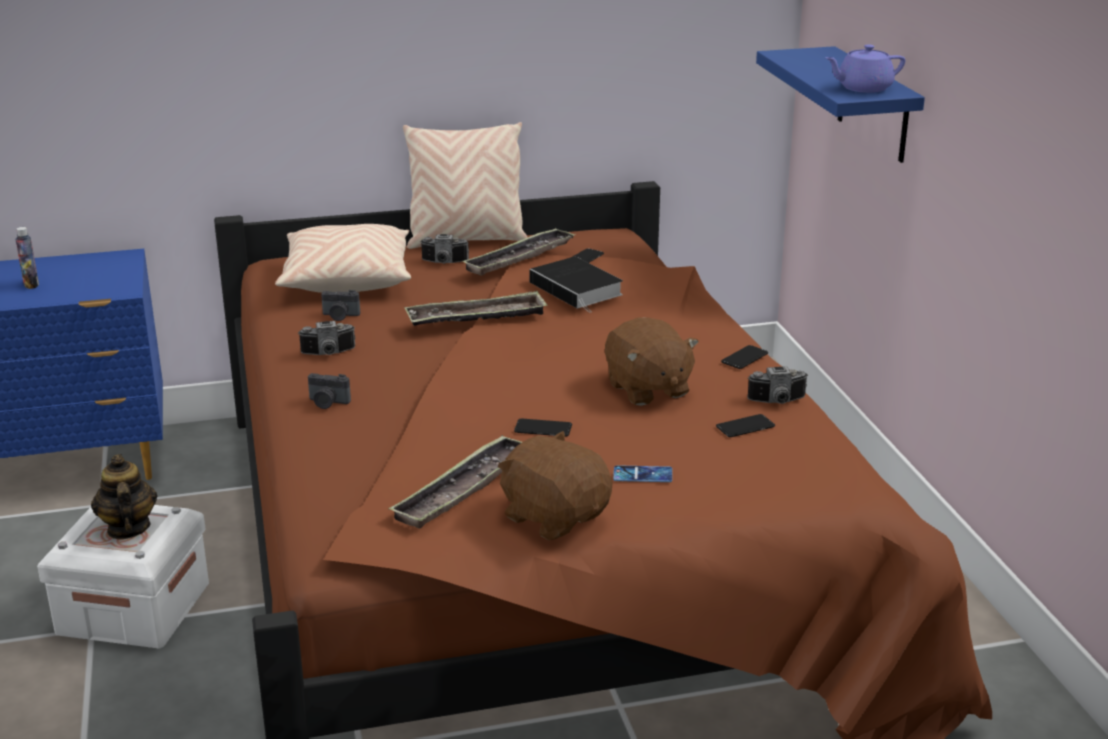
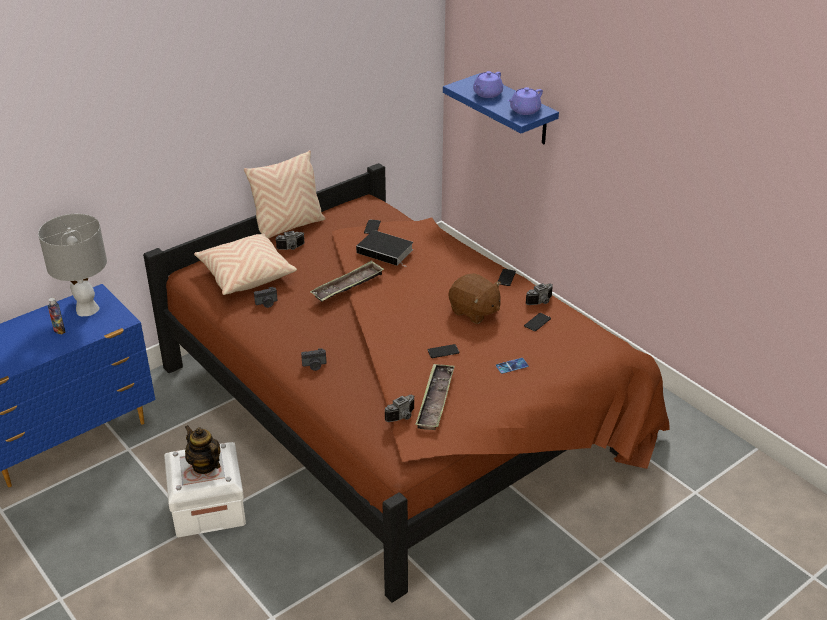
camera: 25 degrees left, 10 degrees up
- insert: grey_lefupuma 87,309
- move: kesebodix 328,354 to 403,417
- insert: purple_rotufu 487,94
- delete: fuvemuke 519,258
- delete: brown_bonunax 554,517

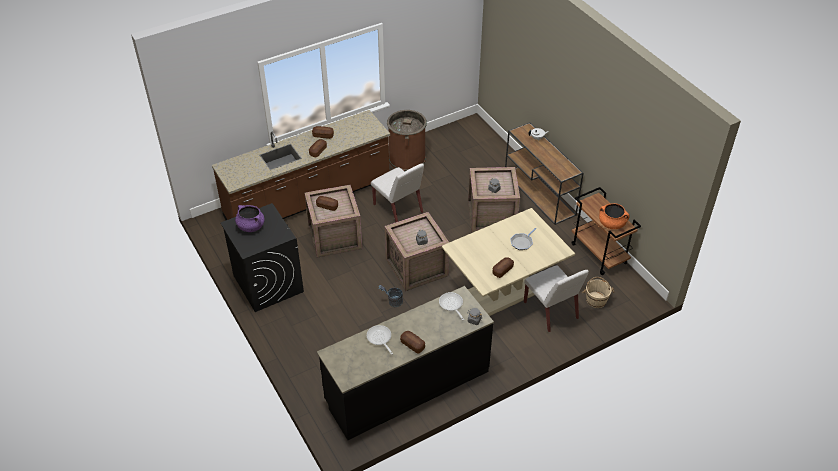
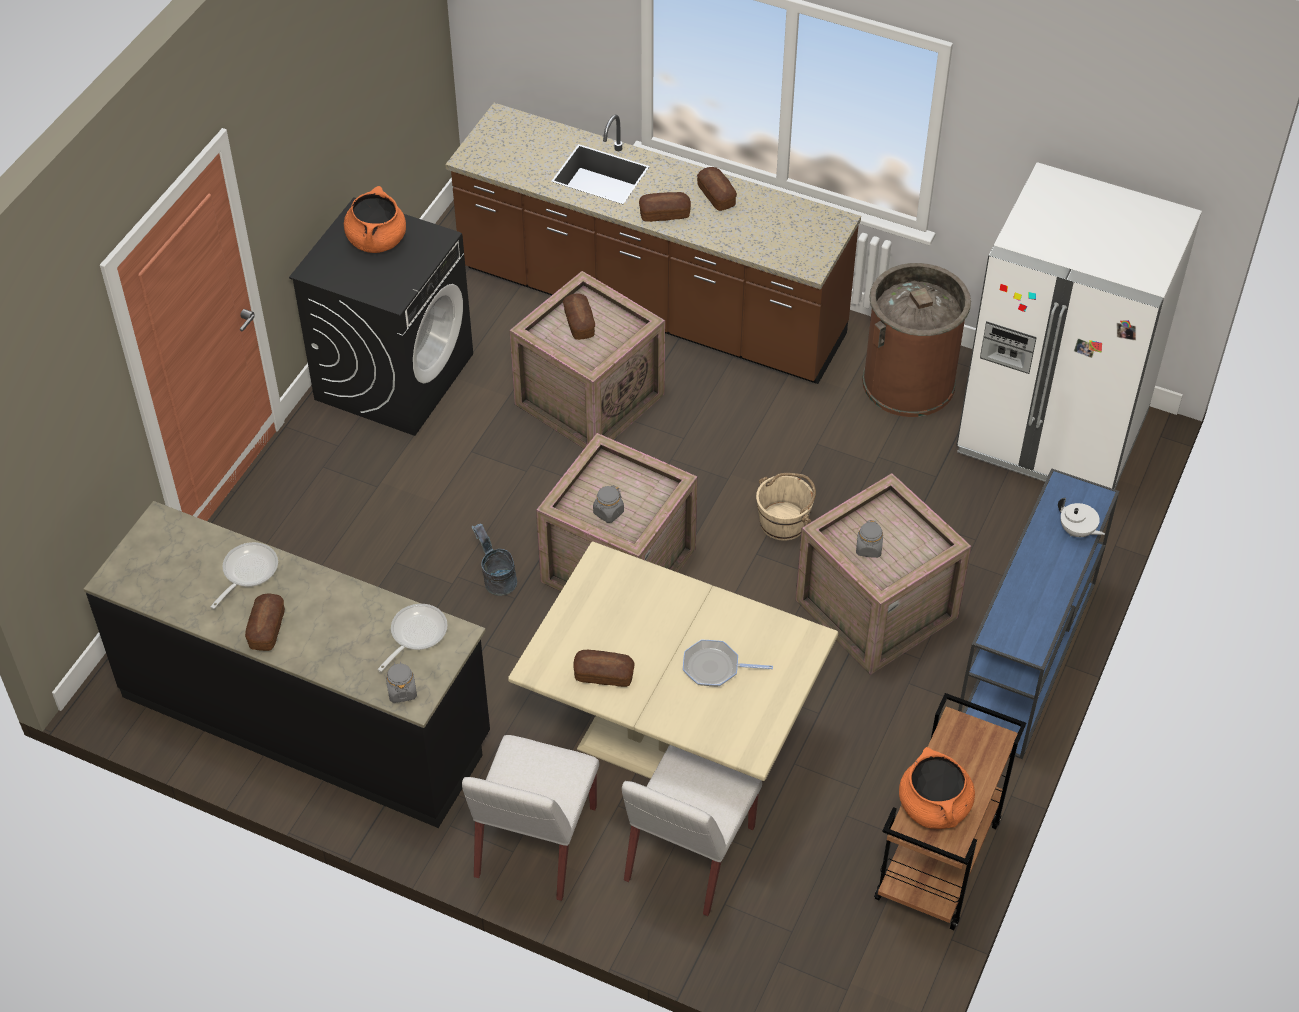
camera: 55 degrees right, 5 degrees up
- recolor: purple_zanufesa 250,226 to orange_zanufesa 377,240
- move: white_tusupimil 398,209 to 535,843
- move: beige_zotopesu 596,300 to 784,522
- insert: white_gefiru 1052,434
- recolor: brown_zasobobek 540,194 to blue_zasobobek 1026,658

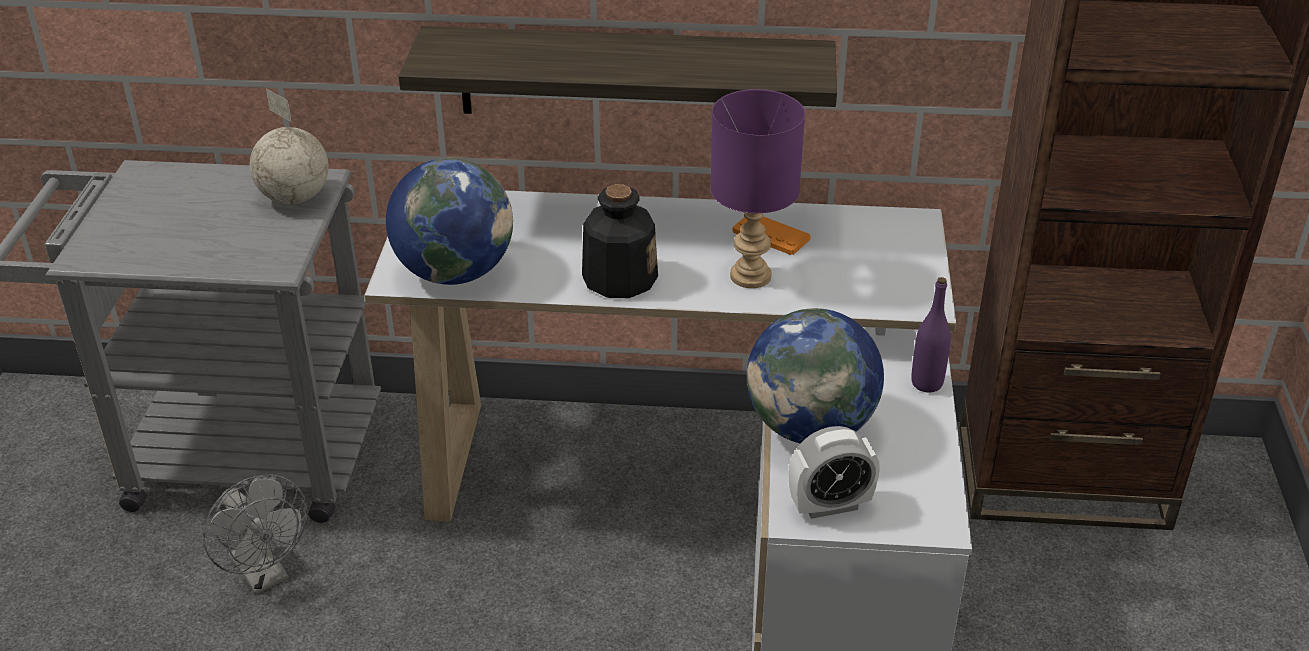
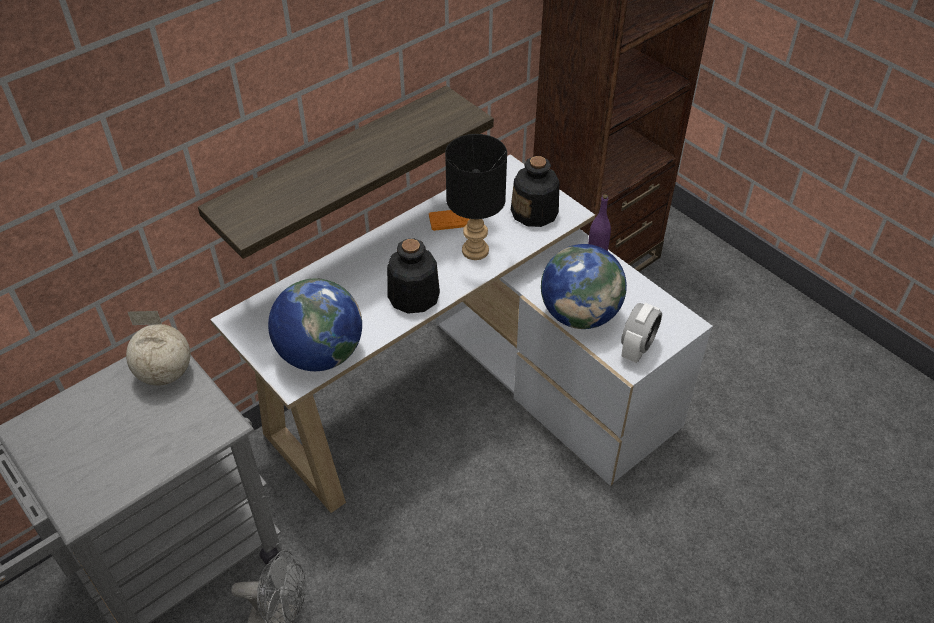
camera: 45 degrees left, 10 degrees up
- recolor: purple_lefupuma 751,277 to black_lefupuma 476,251
- insert: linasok 535,212

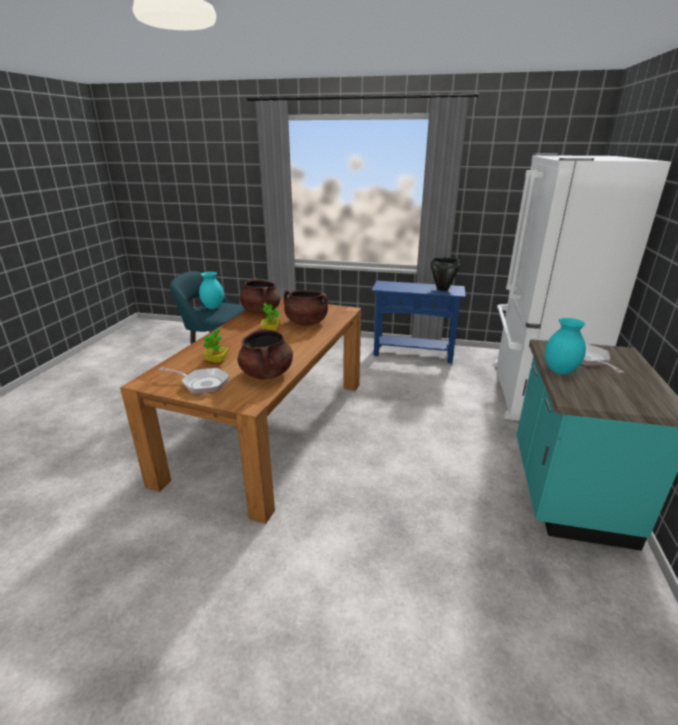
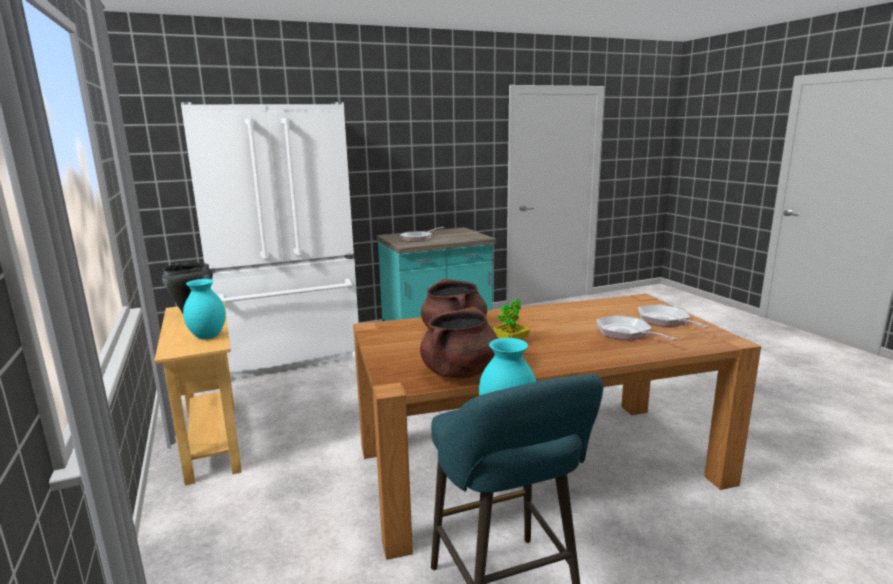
camera: 125 degrees left, 10 degrees down
- recolor: blue_zasobobek 413,353 to beige_zasobobek 212,441
- move: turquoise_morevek 560,371 to 207,337
- replace: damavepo 217,360 to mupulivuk 626,333
- delete: brown_zanufesa 267,374

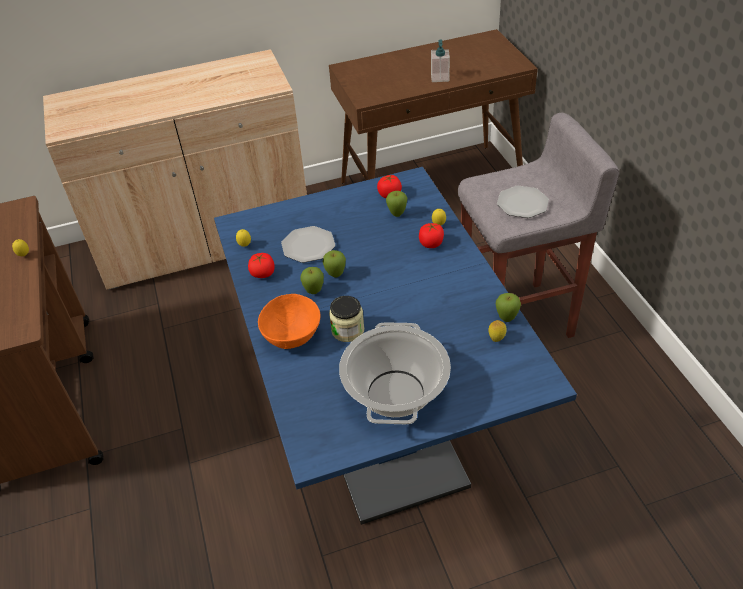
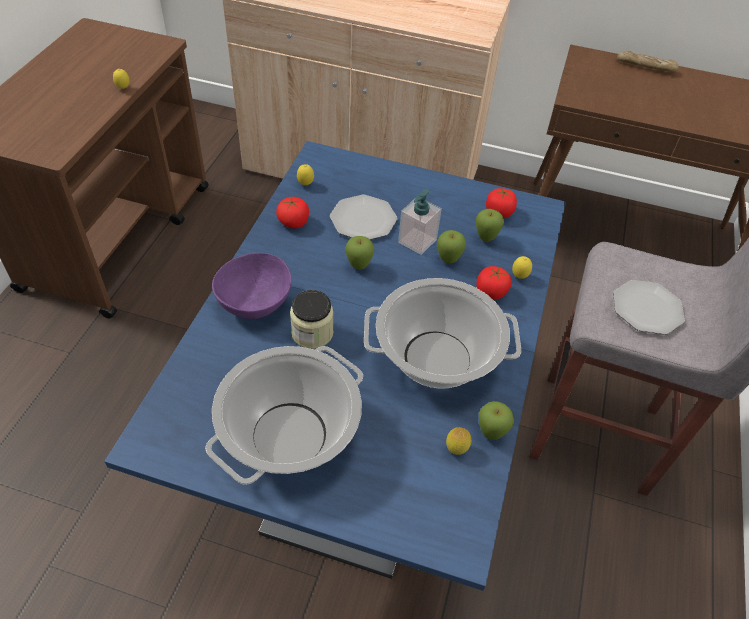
camera: 30 degrees right, 5 degrees up
- recolor: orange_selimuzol 293,335 to purple_selimuzol 257,304
- insert: zanufesa 436,359
- move: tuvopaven 440,77 to 417,241
- move: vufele 314,292 to 448,260
- insert: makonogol 645,66

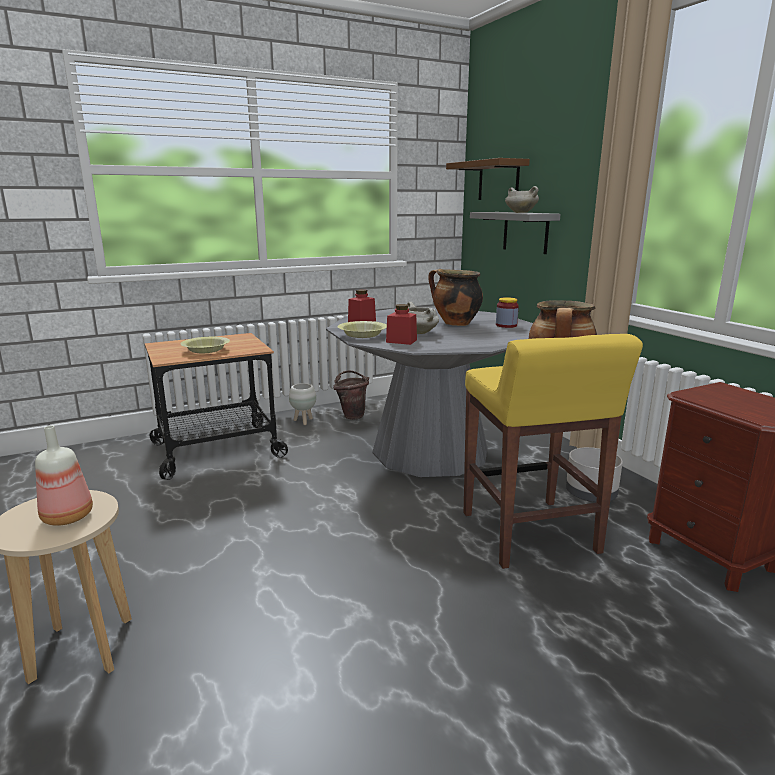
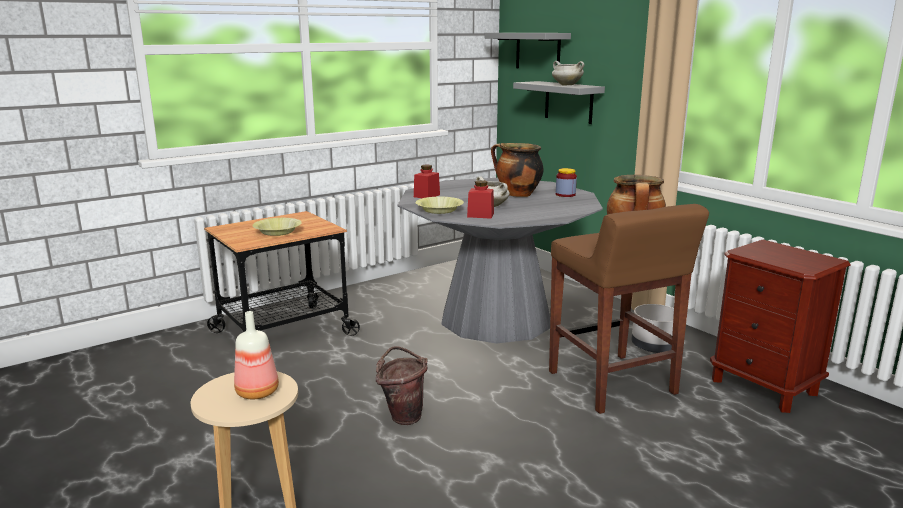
camera: 10 degrees left, 0 degrees up
- move: brown_zotopesu 352,415 to 403,415
- recolor: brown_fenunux 498,180 to grey_fenunux 538,51
- recolor: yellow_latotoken 529,534 to brown_latotoken 612,384
- delete: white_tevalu 303,421

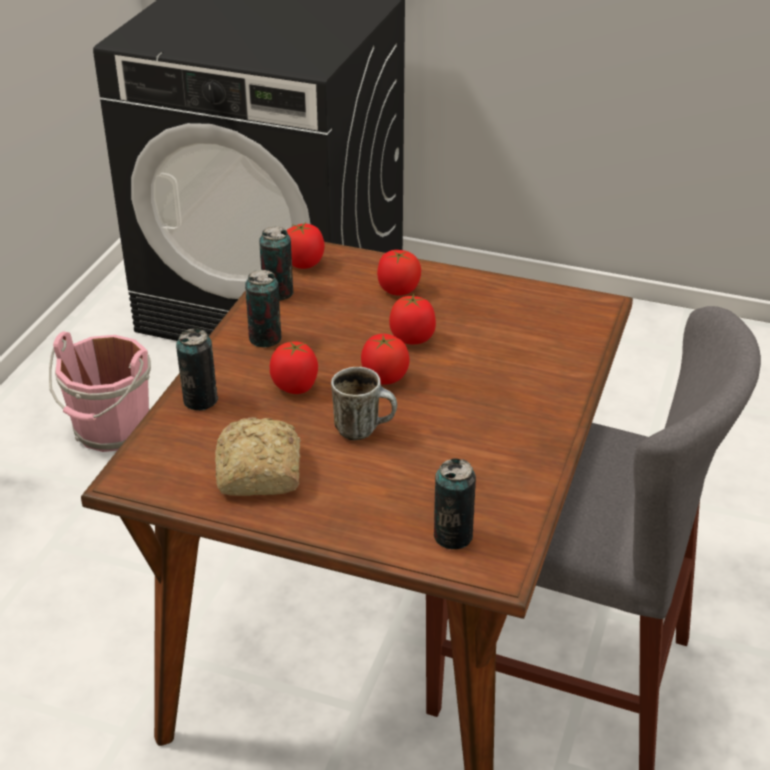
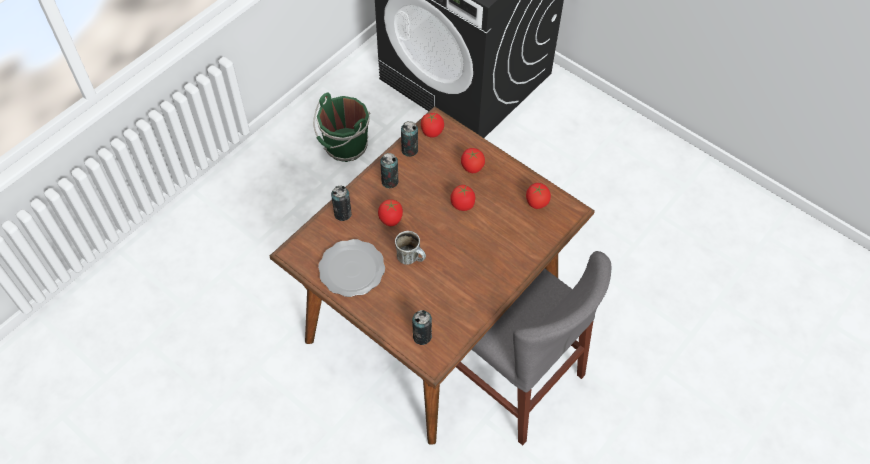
camera: 20 degrees right, 20 degrees up
- recolor: pink_zotopesu 111,431 to green_zotopesu 344,147
- replace: makonogol 258,474 to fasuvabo 351,270
- move: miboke 384,378 to 536,202

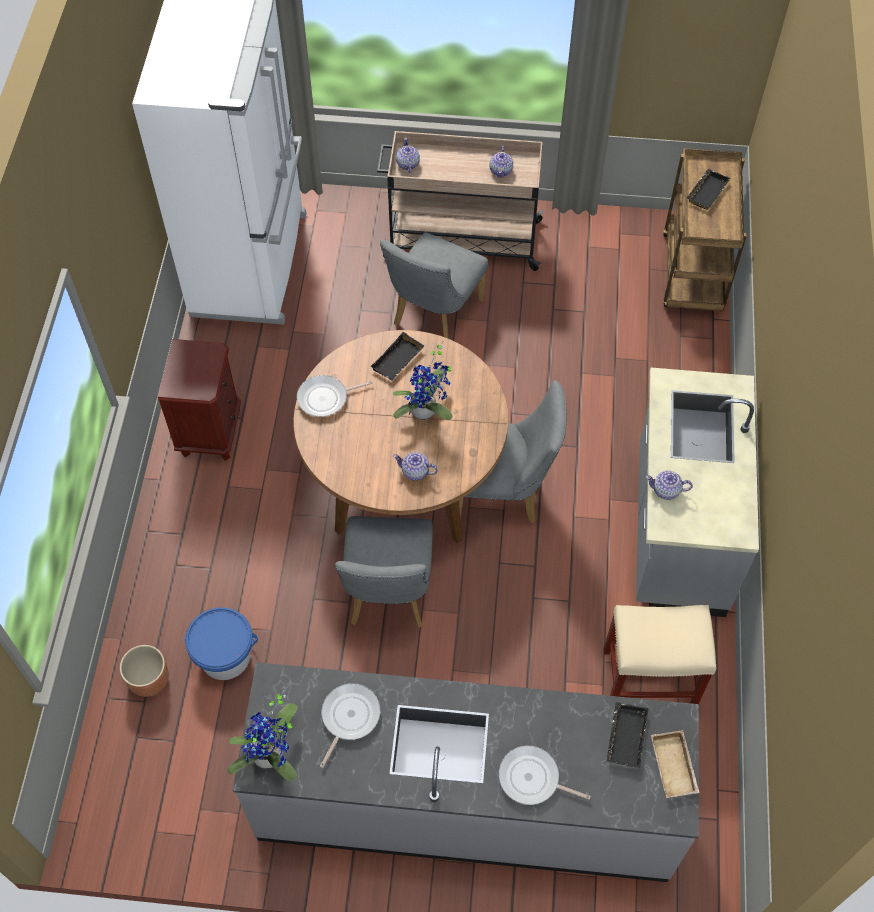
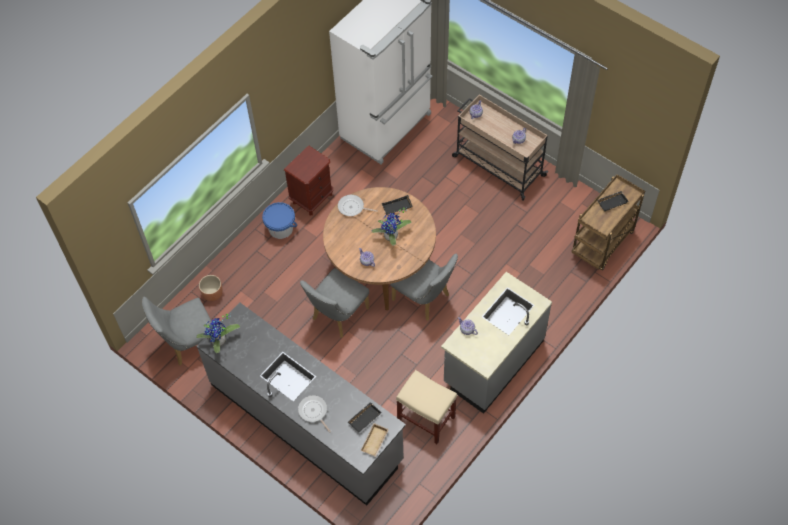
camera: 35 degrees right, 0 degrees up
- move: grey_tusupimil 434,316 to 188,343
- move: blue_zotopesu 225,656 to 281,228
- delete: mupulivuk 348,717

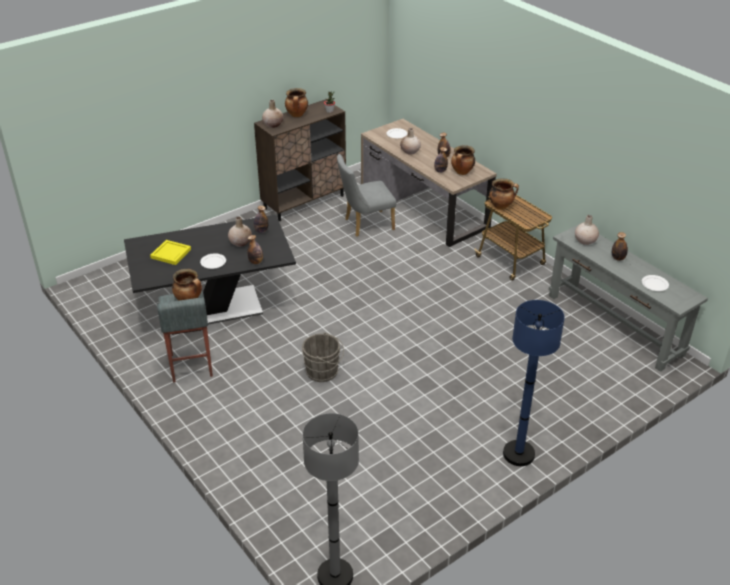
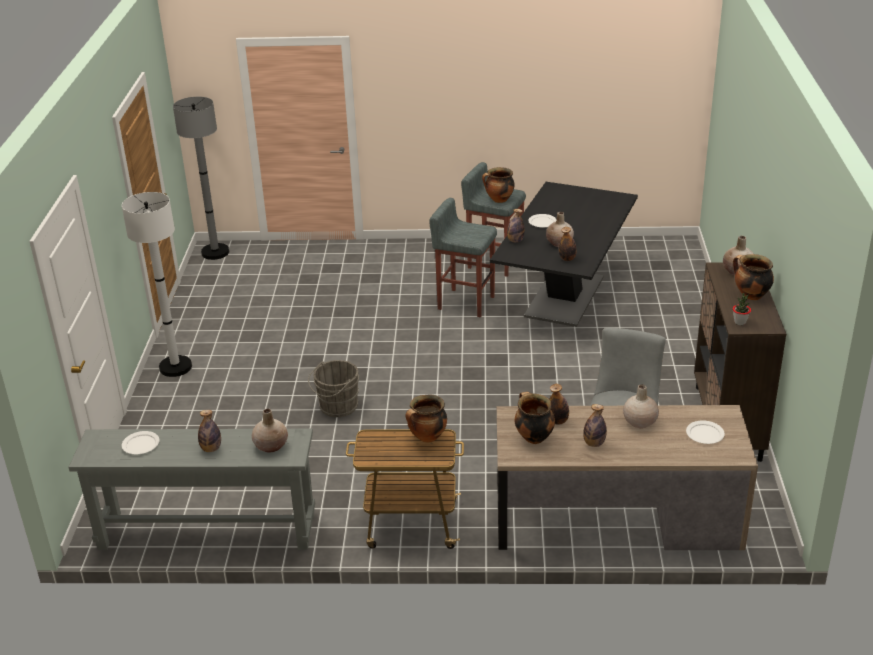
camera: 130 degrees right, 5 degrees down
- recolor: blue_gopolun 518,454 to white_gopolun 175,367
- move: grey_zotopesu 324,372 to 336,407
- insert: grey_latotoken 465,302
- delete: yellow_fuvemuke 171,253

